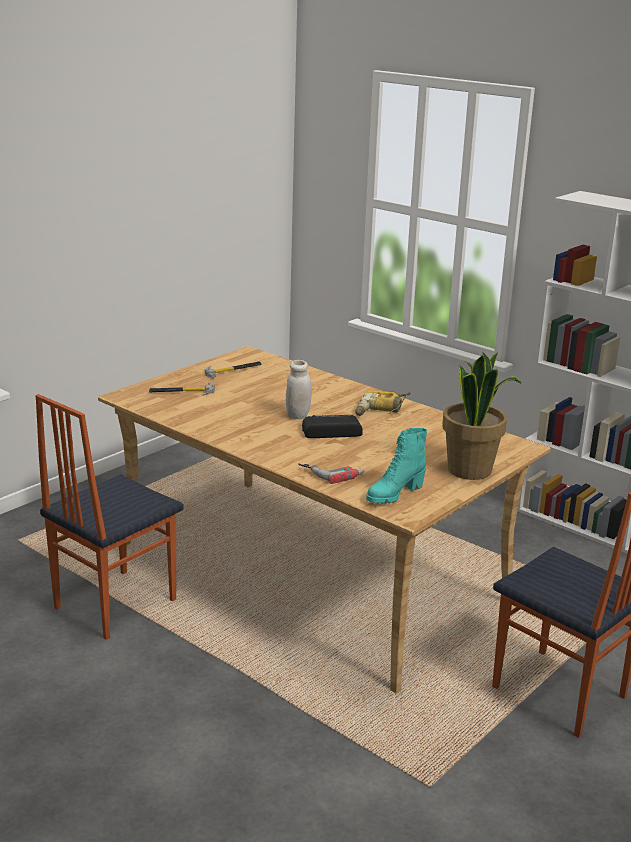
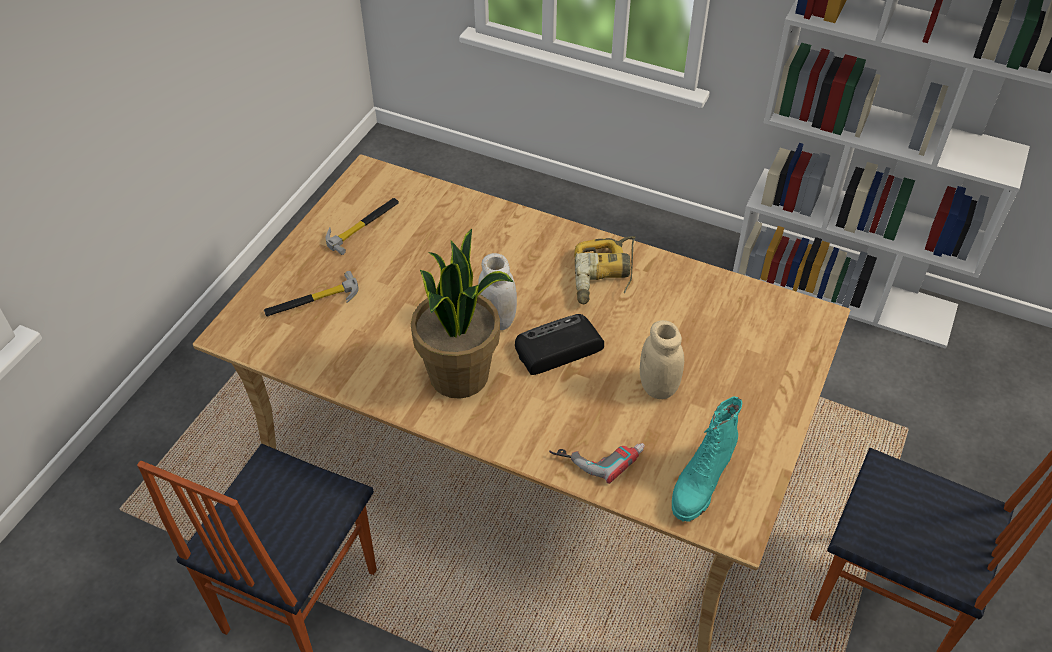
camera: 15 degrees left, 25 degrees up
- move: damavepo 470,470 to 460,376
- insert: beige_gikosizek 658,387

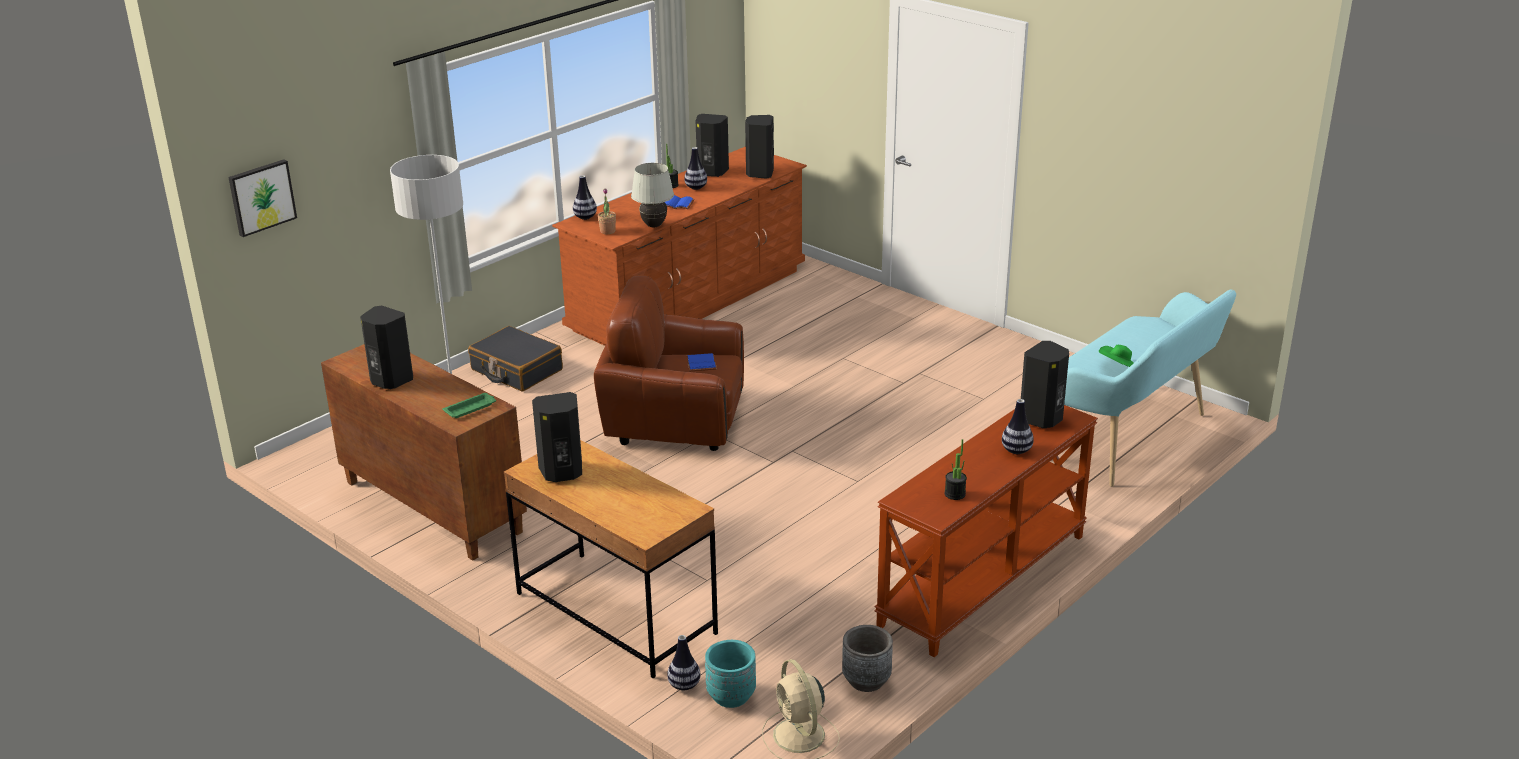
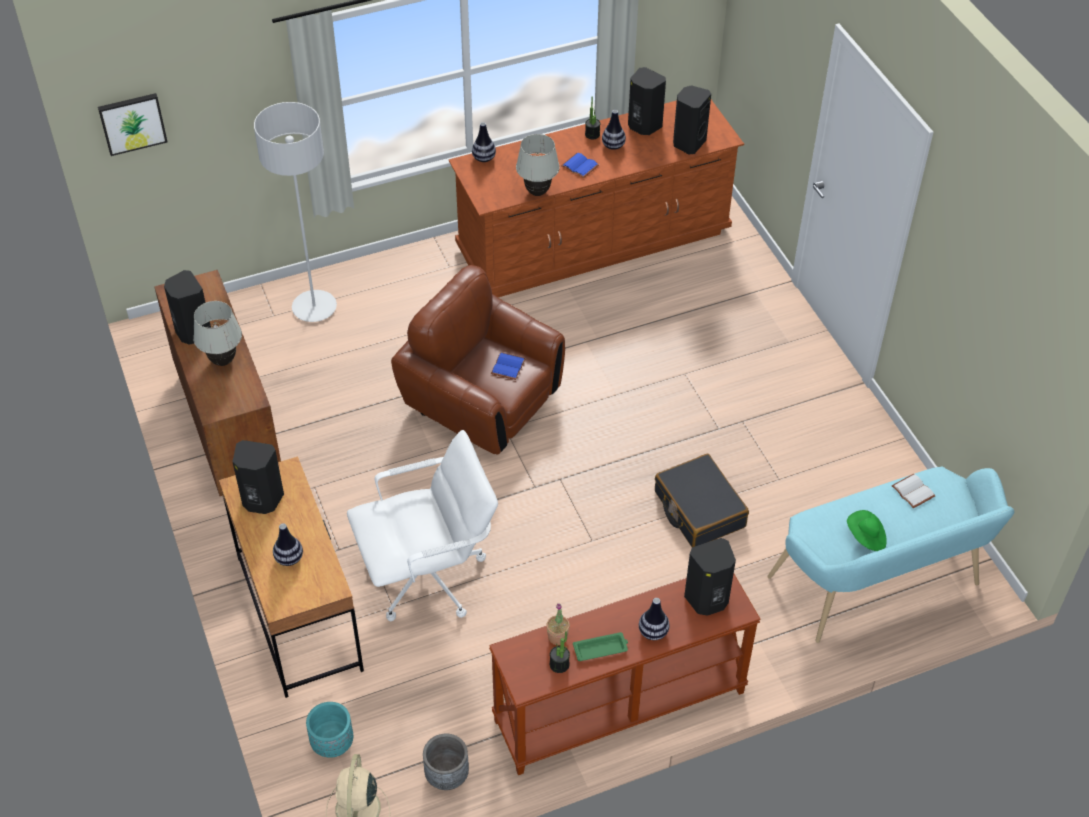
camera: 25 degrees right, 20 degrees up
- insert: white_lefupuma 223,361
- move: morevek 684,685 to 289,558
- insert: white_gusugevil 428,577
- move: damavepo 607,231 to 557,637
- move: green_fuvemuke 471,408 to 601,649
- move: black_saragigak 516,370 to 699,509
- insert: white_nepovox 911,491

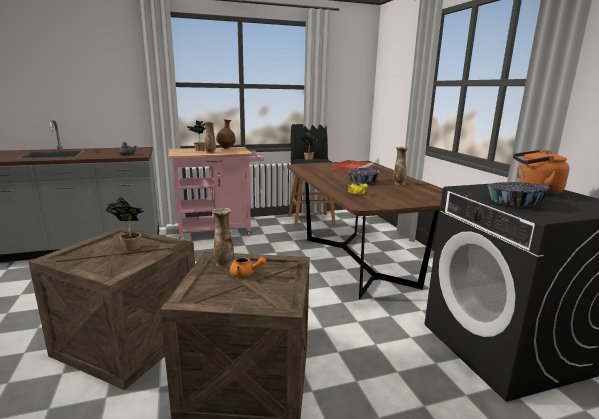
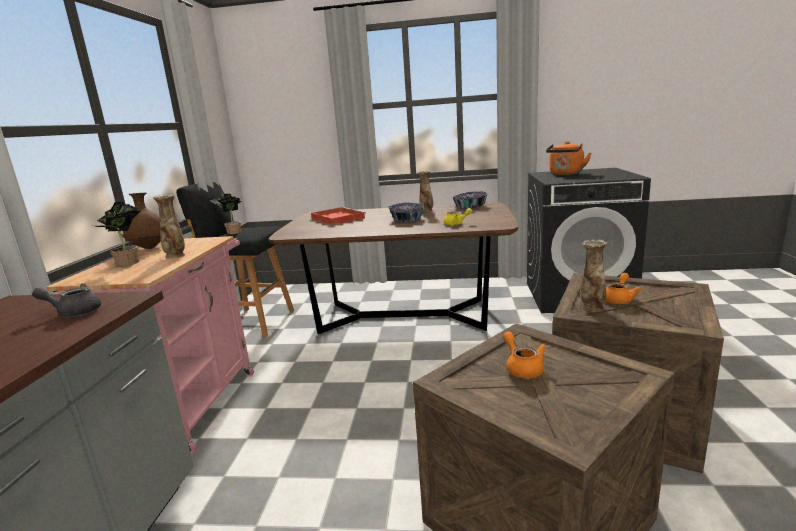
camera: 65 degrees left, 0 degrees up
- move: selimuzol 515,203 to 470,206
- replace: damavepo 129,247 to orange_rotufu 522,368

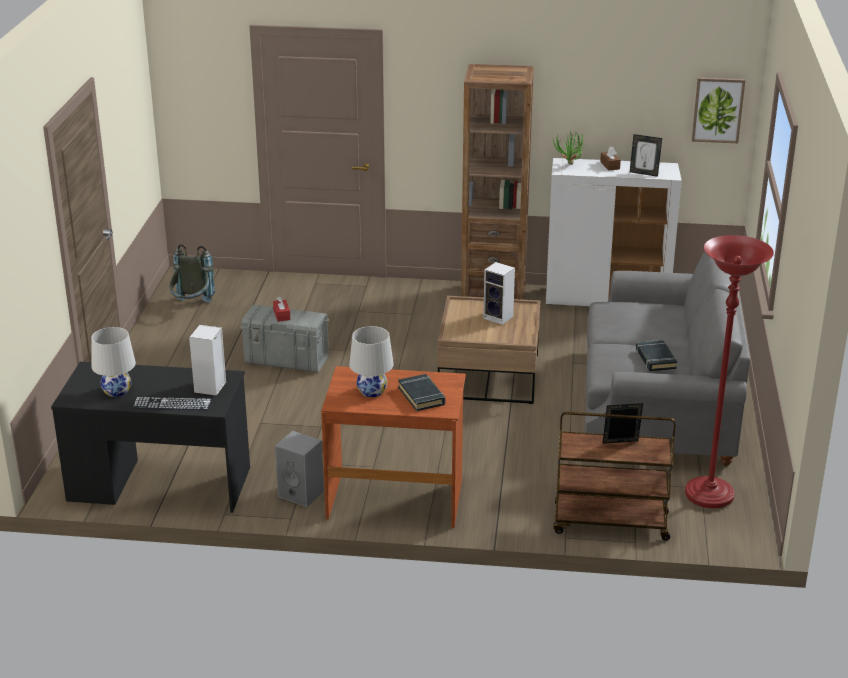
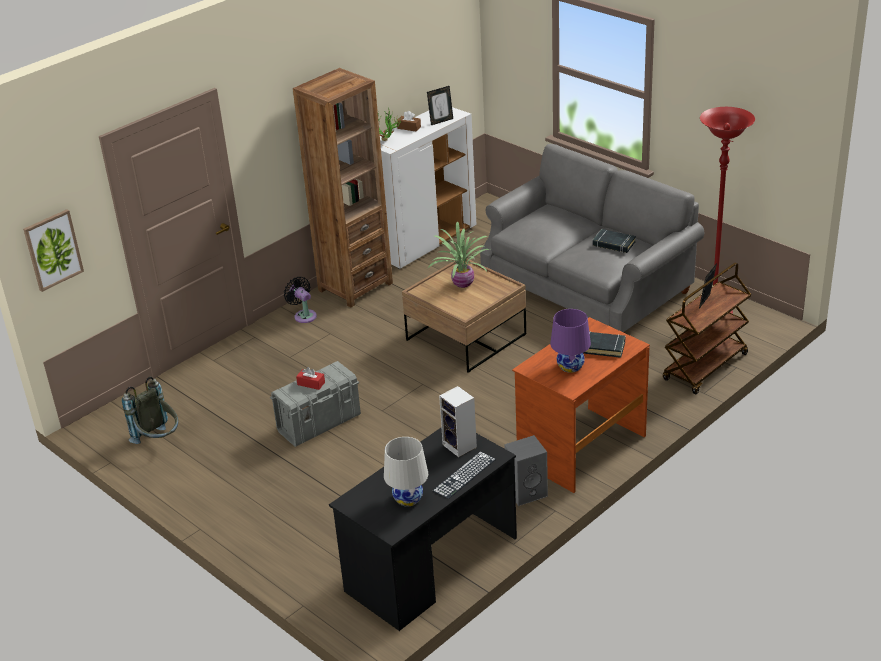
camera: 50 degrees left, 5 degrees up
- move: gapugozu 718,110 to 53,249
- insert: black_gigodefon 304,315
- replace: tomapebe 499,317 to damavepo 463,283
- recolor: white_lefupuma 372,391 to purple_lefupuma 570,366

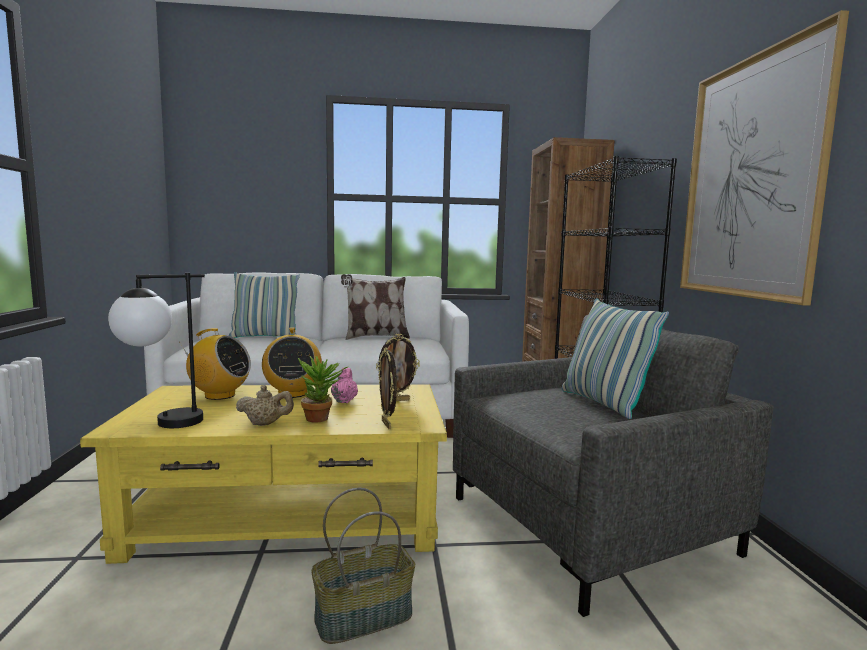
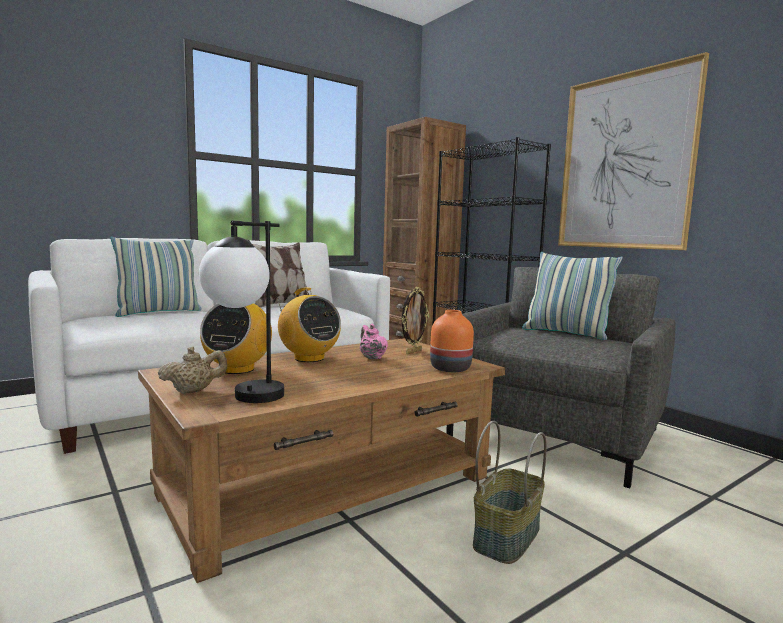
camera: 30 degrees left, 0 degrees up
- recolor: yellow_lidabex 290,516 to brown_lidabex 330,485
- move: beige_rotufu 265,424 to 194,391
- rotate: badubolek 219,395 = 237,369 120 degrees clockwise
- replace: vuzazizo 387,424 to orange_morevek 451,368
- delete: damavepo 322,419

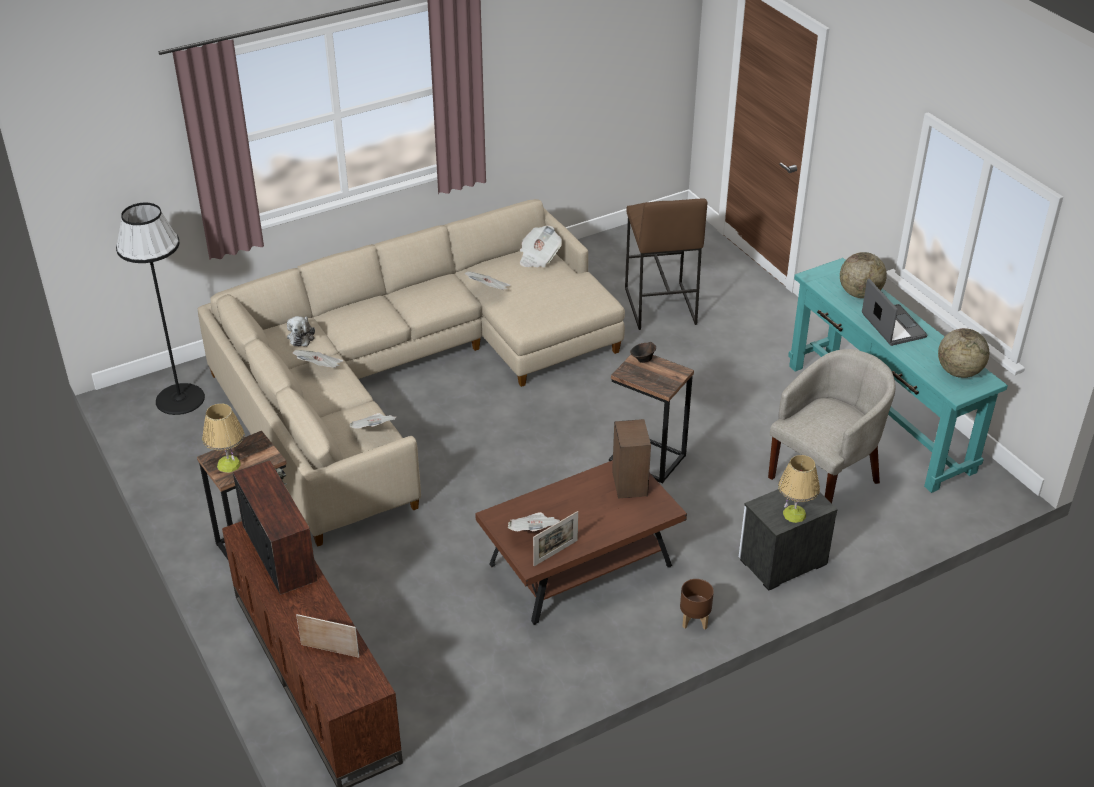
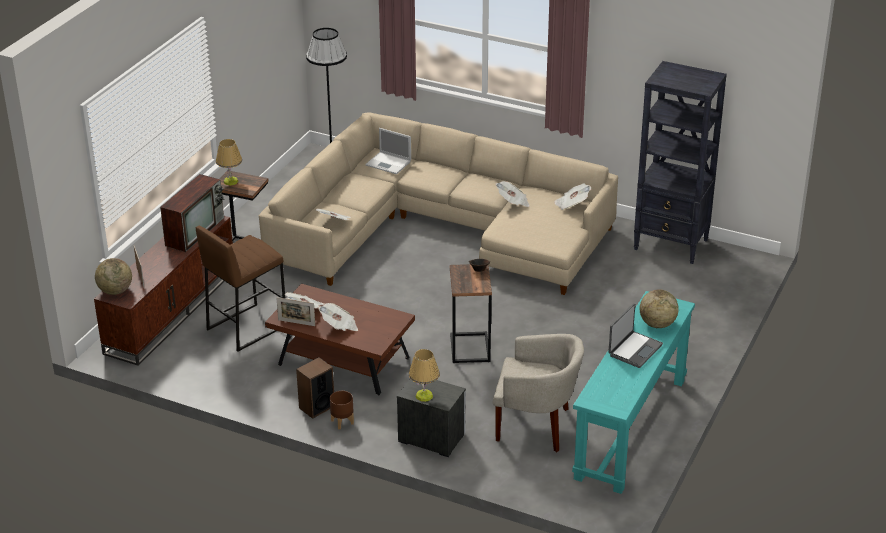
camera: 55 degrees right, 5 degrees down
- move: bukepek 959,372 to 115,291
- move: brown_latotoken 659,306 to 246,327
- move: tomapebe 629,484 to 316,407
- move: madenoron 320,368 to 339,326
- replace: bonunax 301,336 to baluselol 389,163
- insert: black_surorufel 671,245

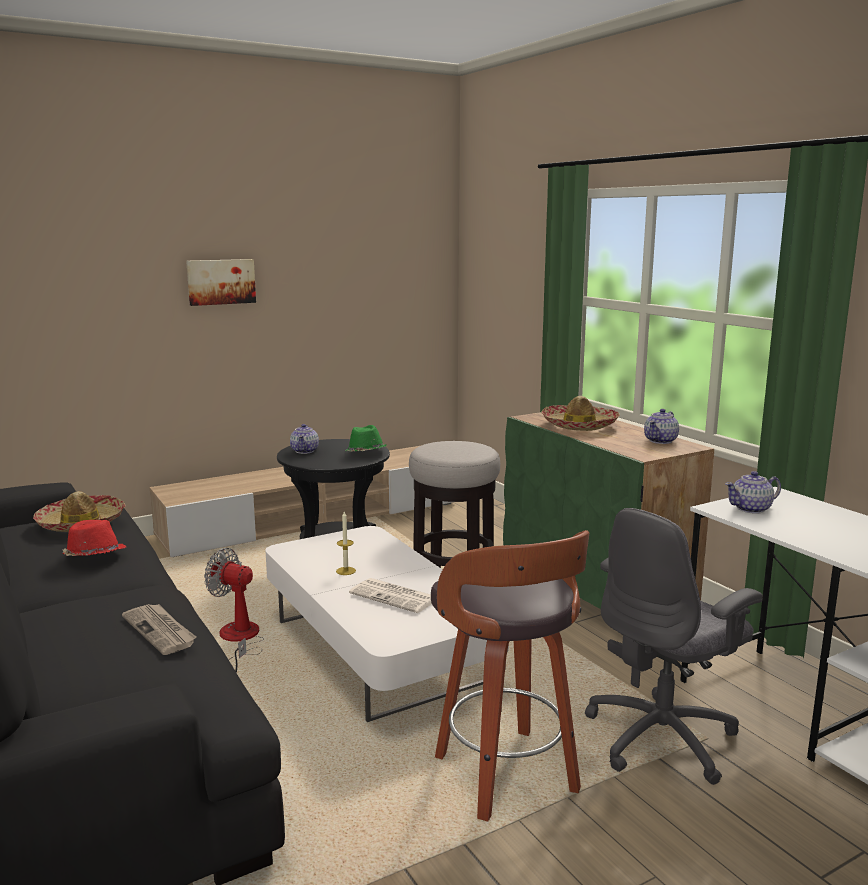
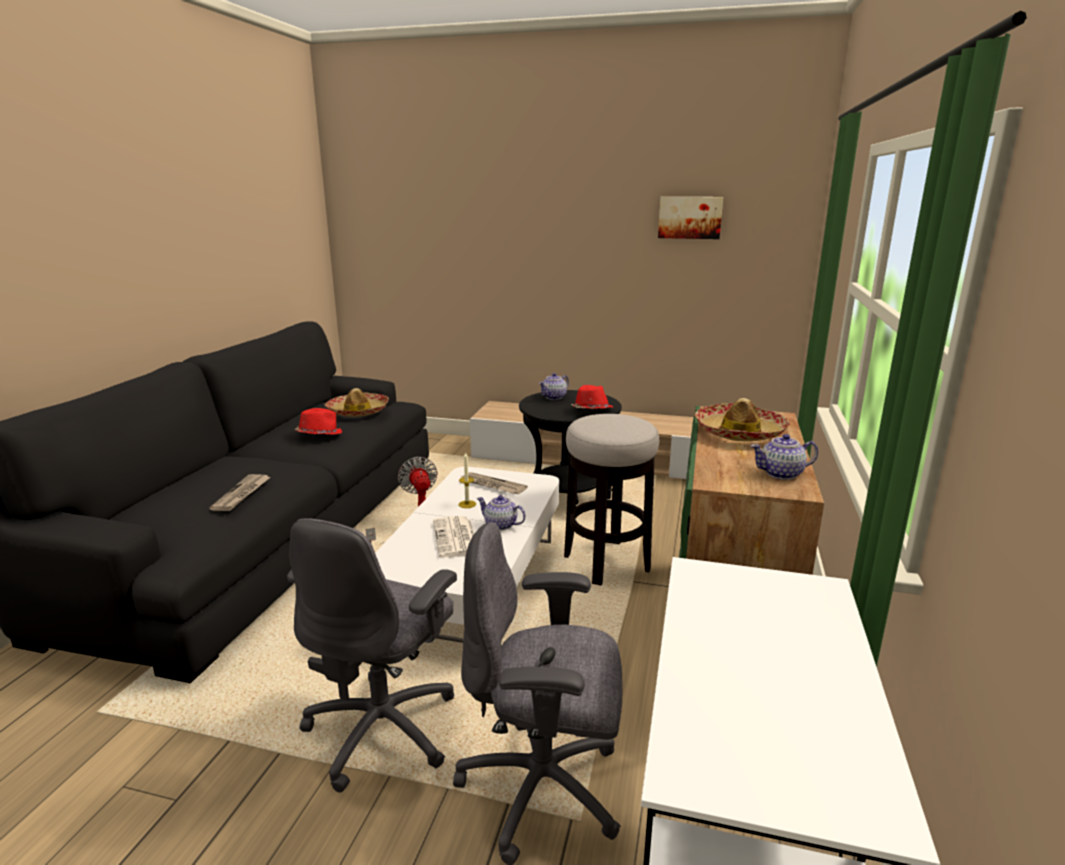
camera: 45 degrees right, 5 degrees up
- replace: latotoken 508,776 to grey_gusugevil 384,728
- insert: madenoron 492,485
- move: rotufu 751,509 to 501,525
- recolor: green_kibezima 365,453 to red_kibezima 591,410
- move: gapugozu 221,281 to 690,217

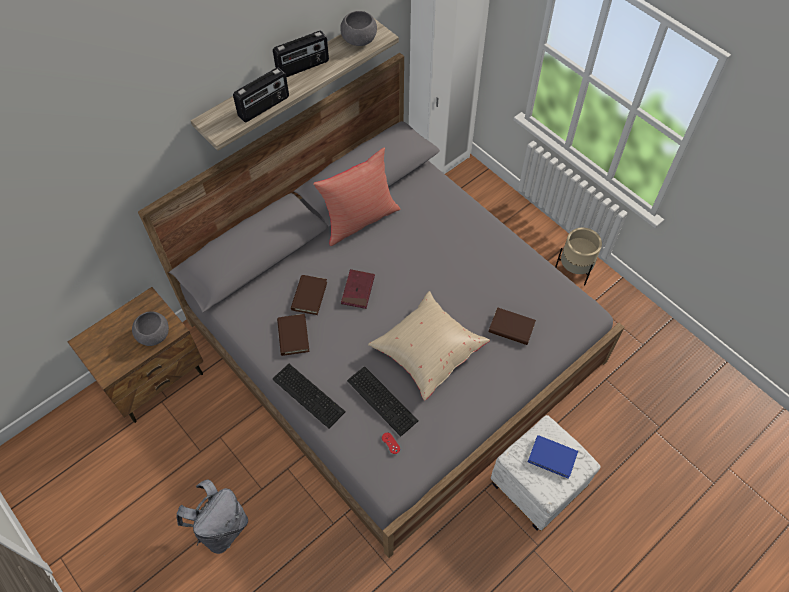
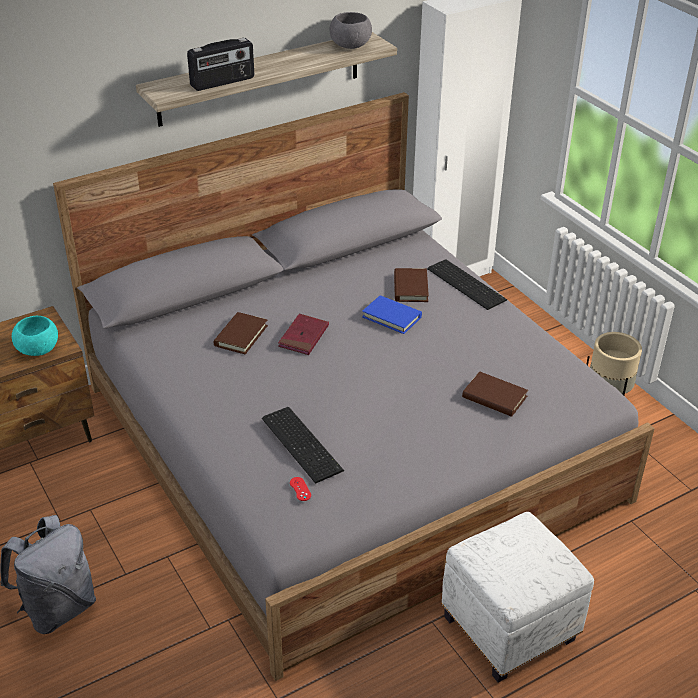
camera: 10 degrees right, 20 degrees down
- recolor: grey_selimuzol 154,335 to turquoise_selimuzol 38,349
- move: blue_nepovox 552,457 to 392,317
- move: brown_nepovox 293,336 to 410,288
- move: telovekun 308,394 to 466,283
- delete: badubolek 303,67
- delete: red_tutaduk 359,219
- delete: beige_tutaduk 427,351

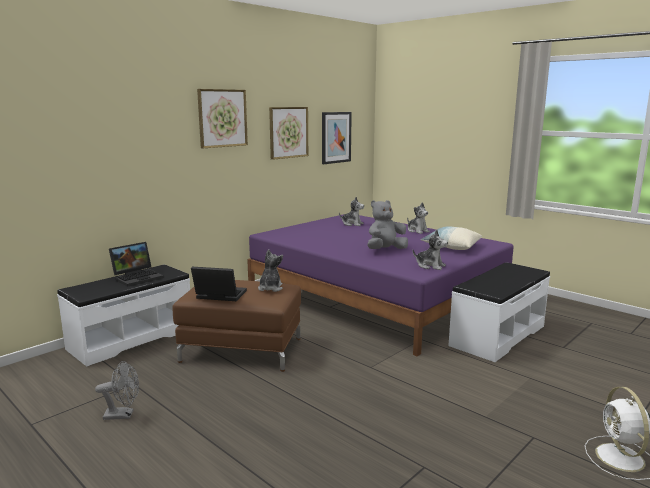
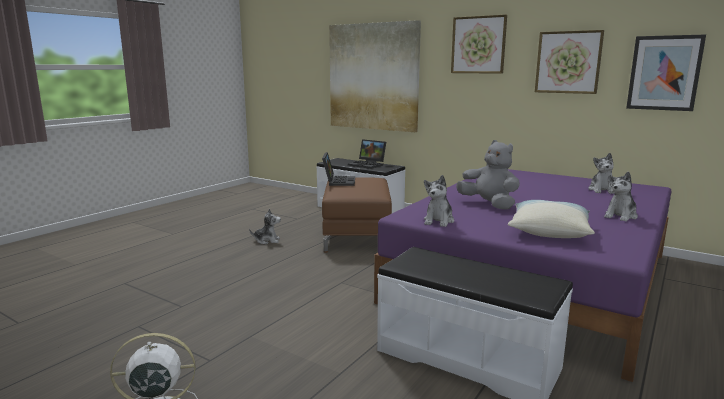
camera: 80 degrees right, 0 degrees up
- move: bonunax 270,288 to 267,241
- insert: gapugozu 373,77
- delete: grey_gigodefon 123,415

